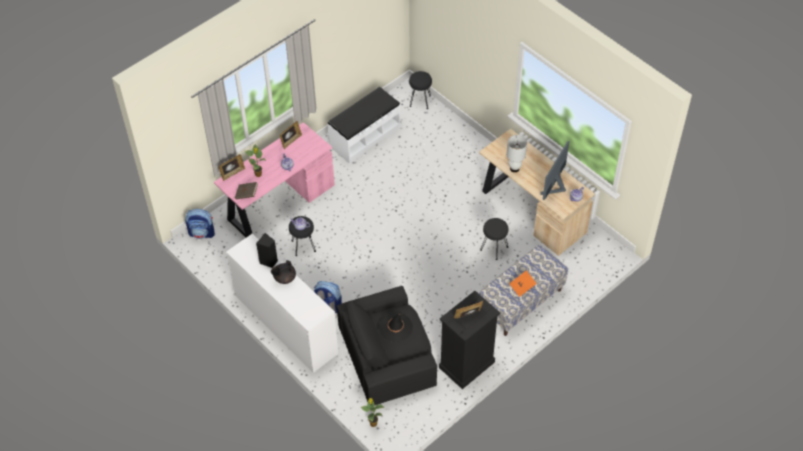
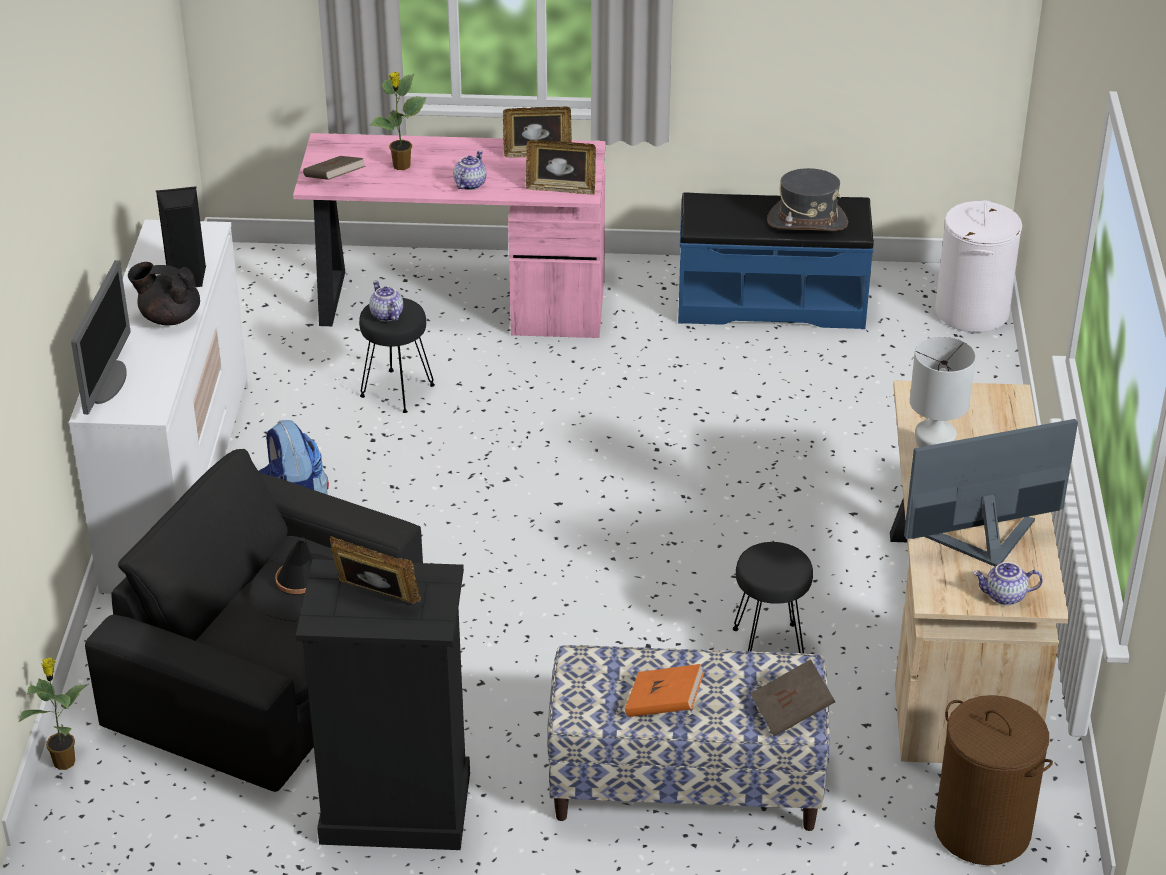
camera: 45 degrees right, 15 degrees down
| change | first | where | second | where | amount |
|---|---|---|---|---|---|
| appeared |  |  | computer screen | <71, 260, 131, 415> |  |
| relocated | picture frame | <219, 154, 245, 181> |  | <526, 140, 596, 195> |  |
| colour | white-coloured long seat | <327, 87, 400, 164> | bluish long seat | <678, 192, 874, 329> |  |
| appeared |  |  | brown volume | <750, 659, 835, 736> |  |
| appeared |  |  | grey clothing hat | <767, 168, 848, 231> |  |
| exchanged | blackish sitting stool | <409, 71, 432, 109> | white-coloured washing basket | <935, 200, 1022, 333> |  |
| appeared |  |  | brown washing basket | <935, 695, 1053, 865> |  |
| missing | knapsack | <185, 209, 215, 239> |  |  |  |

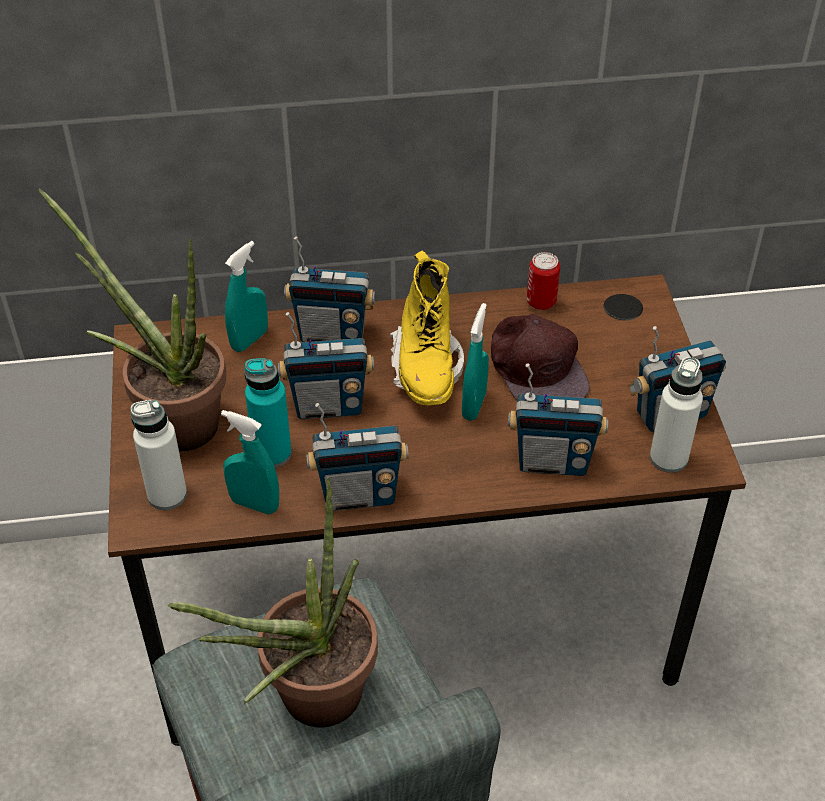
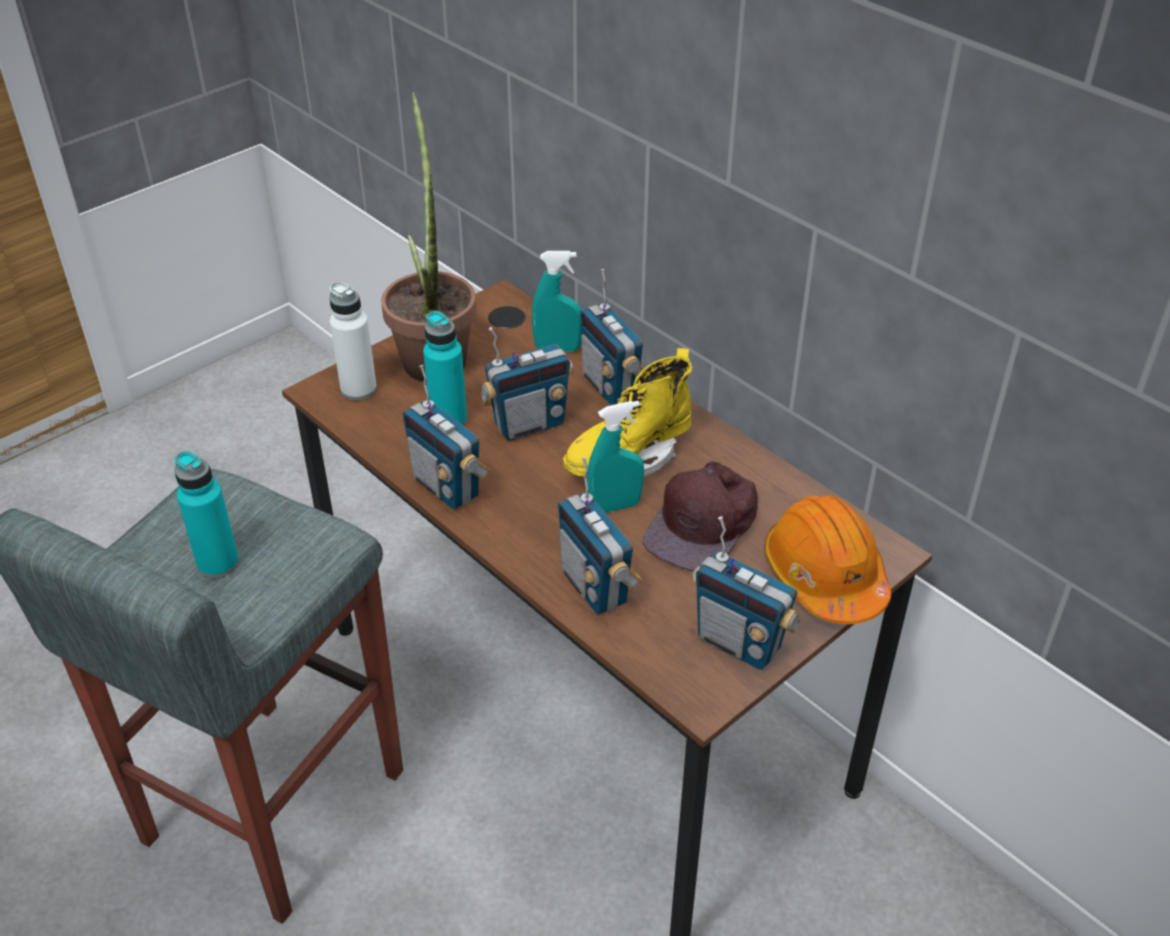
camera: 55 degrees right, 5 degrees down
| change | first | where | second | where | amount |
|---|---|---|---|---|---|
| exchanged | houseplant | <166, 477, 378, 727> | blue-green beverage bottle | <174, 451, 239, 578> |  |
| spun | radio set | <278, 312, 374, 419> |  | <480, 327, 574, 441> | 75 degrees counterclockwise |
| appeared |  |  | orange work helmet | <764, 496, 891, 624> |  |
| missing | blue-green hand sprayer | <221, 410, 279, 515> |  |  |  |
| missing | sealed can | <527, 252, 560, 310> |  |  |  |
| missing | white-coloured beverage bottle | <650, 357, 703, 473> |  |  |  |

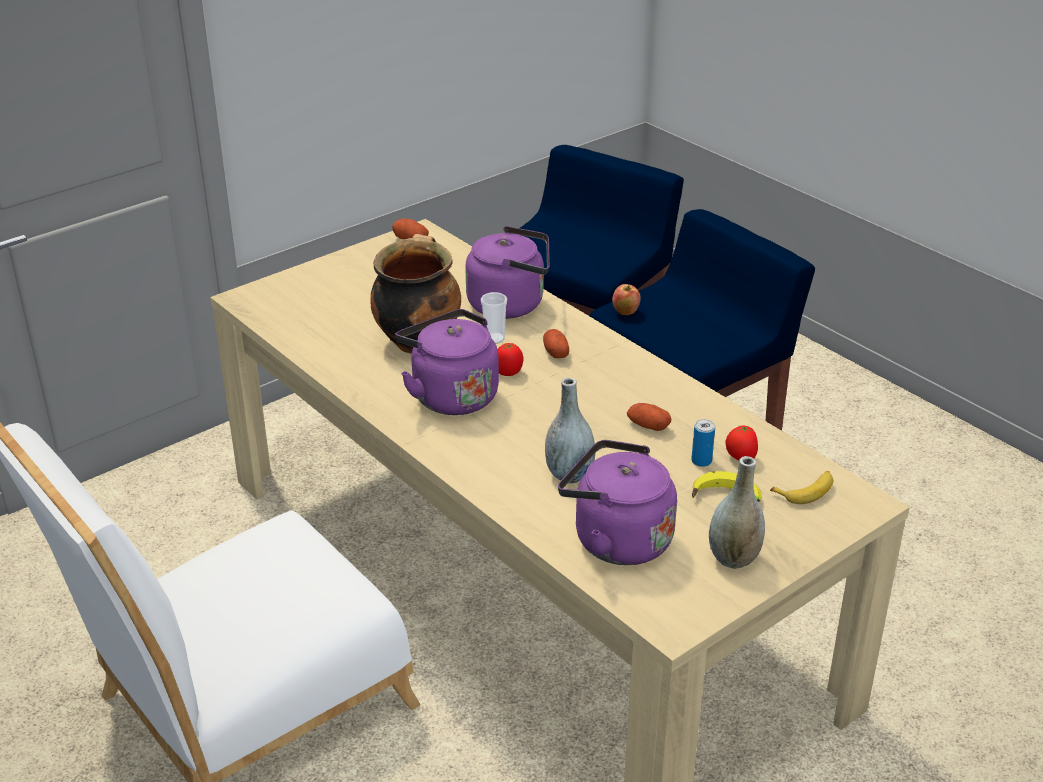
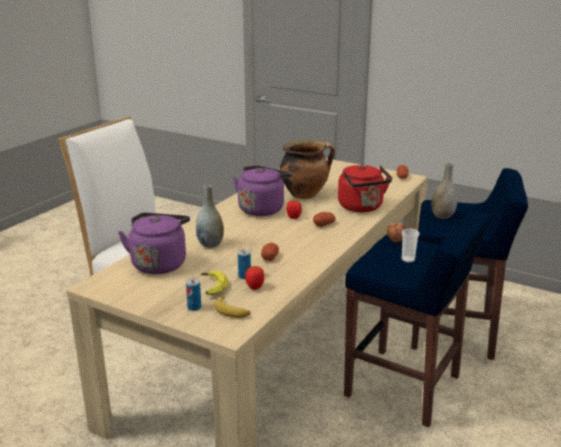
camera: 70 degrees right, 10 degrees down
| change | first | where | second | where | amount |
|---|---|---|---|---|---|
| appeared |  |  | sealed can | <186, 278, 201, 311> |  |
| colour | purplish water kettle | <465, 226, 550, 319> | red water kettle | <338, 164, 392, 212> |  |
| relocated | cup | <481, 292, 507, 344> |  | <402, 229, 420, 262> |  |
| relocated | grey vase | <709, 456, 765, 569> |  | <431, 163, 457, 219> |  |

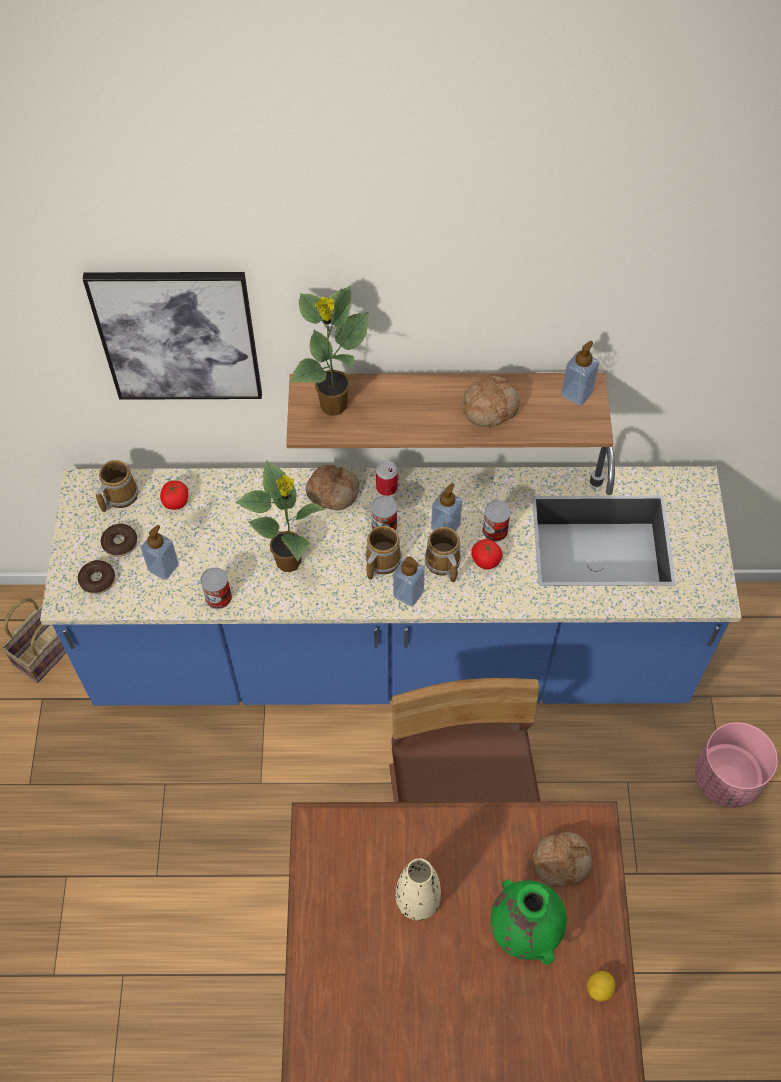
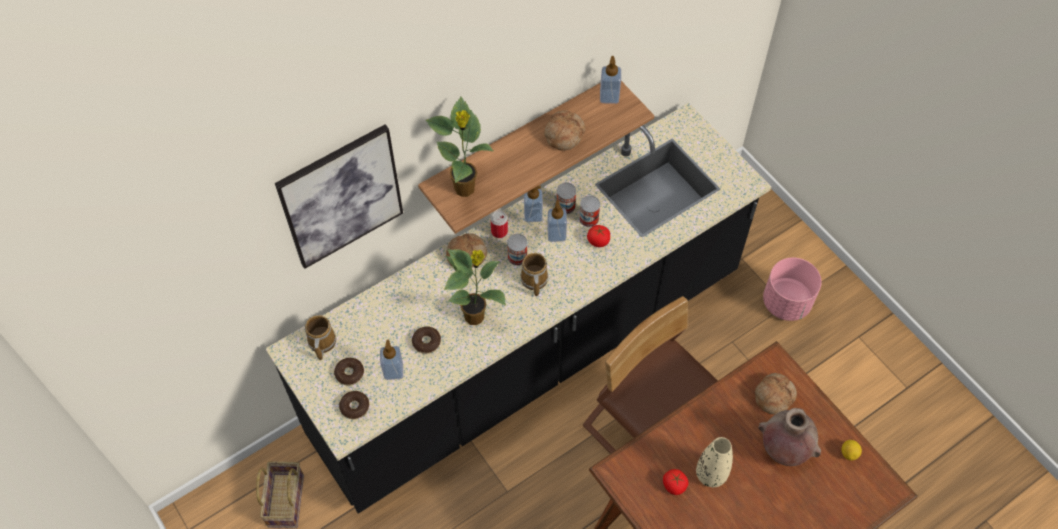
camera: 35 degrees left, 0 degrees up
| change | first | where | second | where | amount |
|---|---|---|---|---|---|
| colour | bluish counter | <40, 447, 741, 705> | blackish counter | <265, 103, 771, 514> |  |
| appeared |  |  | doughnut | <412, 327, 441, 354> |  |
| relocated | liquid soap bottle | <393, 556, 425, 606> |  | <524, 185, 543, 222> |  |
| relocated | sealed can | <200, 567, 232, 609> |  | <556, 183, 576, 214> |  |
| relocated | fresh tomato | <160, 480, 188, 510> |  | <663, 469, 689, 495> |  |
| colour | green vase | <491, 879, 567, 965> | brown vase | <758, 408, 821, 466> |  |
| missing | coffee mug | <425, 527, 461, 582> |  |  |  |

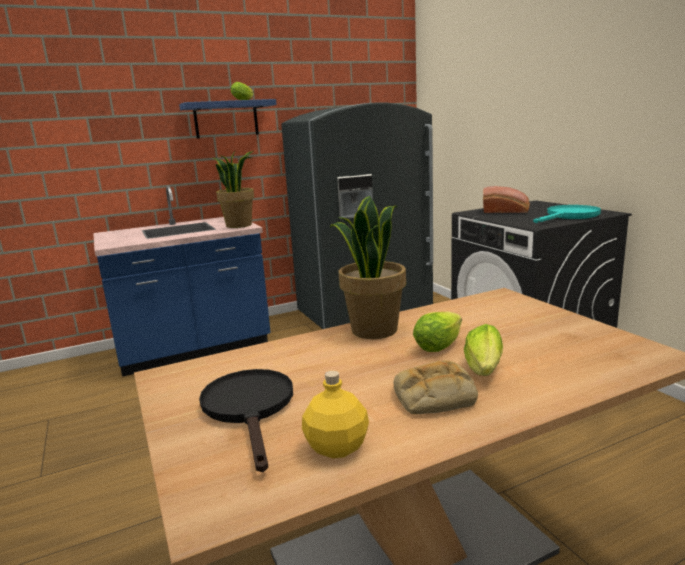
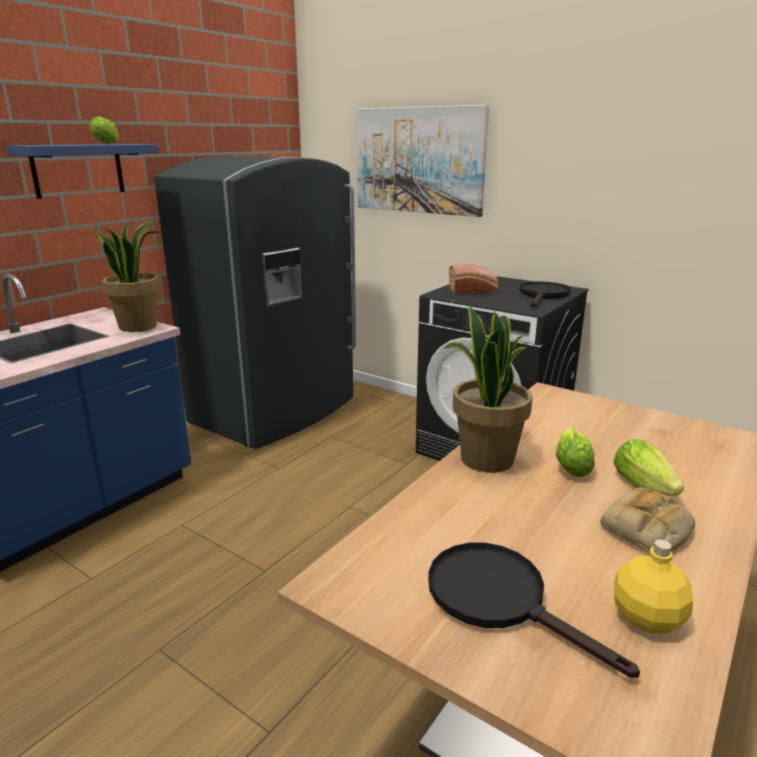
camera: 30 degrees left, 5 degrees up
| change | first | where | second | where | amount |
|---|---|---|---|---|---|
| appeared |  |  | picture | <357, 105, 489, 217> |  |
| colour | blue-green pan | <533, 205, 601, 223> | blackish pan | <519, 281, 571, 307> |  |

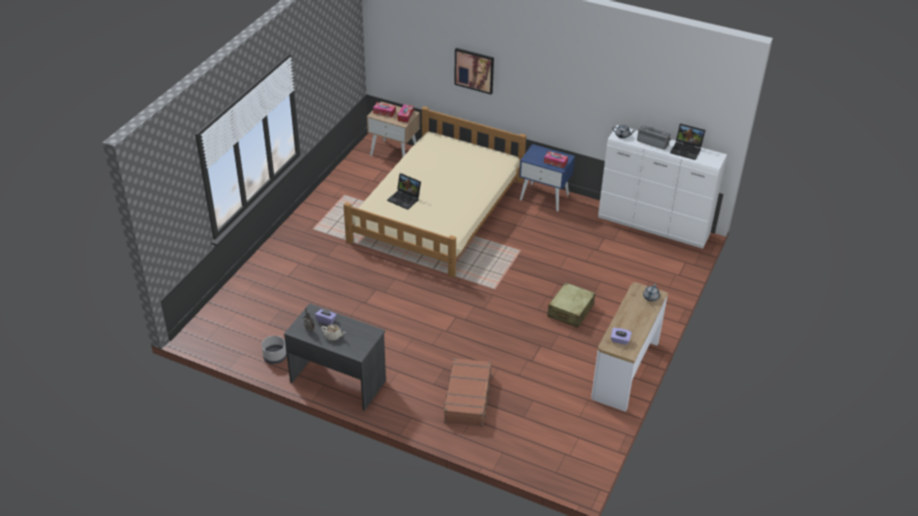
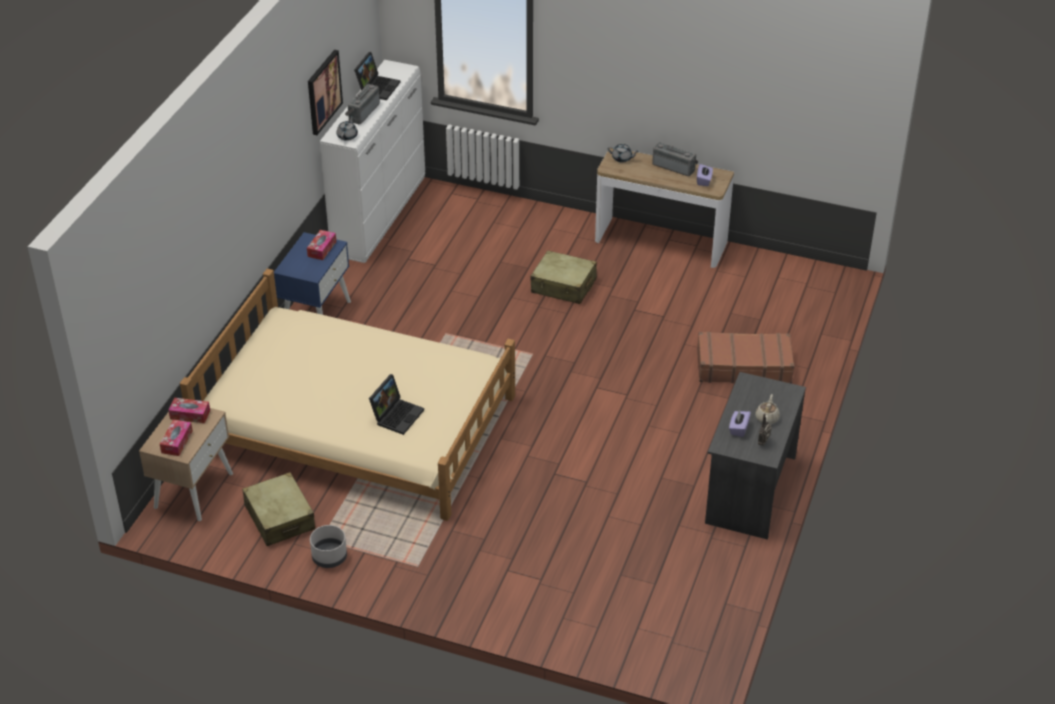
camera: 95 degrees left, 0 degrees up
| change | first | where | second | where | amount |
|---|---|---|---|---|---|
| appeared |  |  | beige suitcase | <242, 472, 315, 546> |  |
| relocated | picture | <454, 48, 494, 94> |  | <308, 50, 343, 135> |  |
| relocated | grey planter | <262, 336, 287, 364> |  | <310, 525, 347, 568> |  |
| appeared |  |  | radio set | <652, 142, 698, 176> |  |

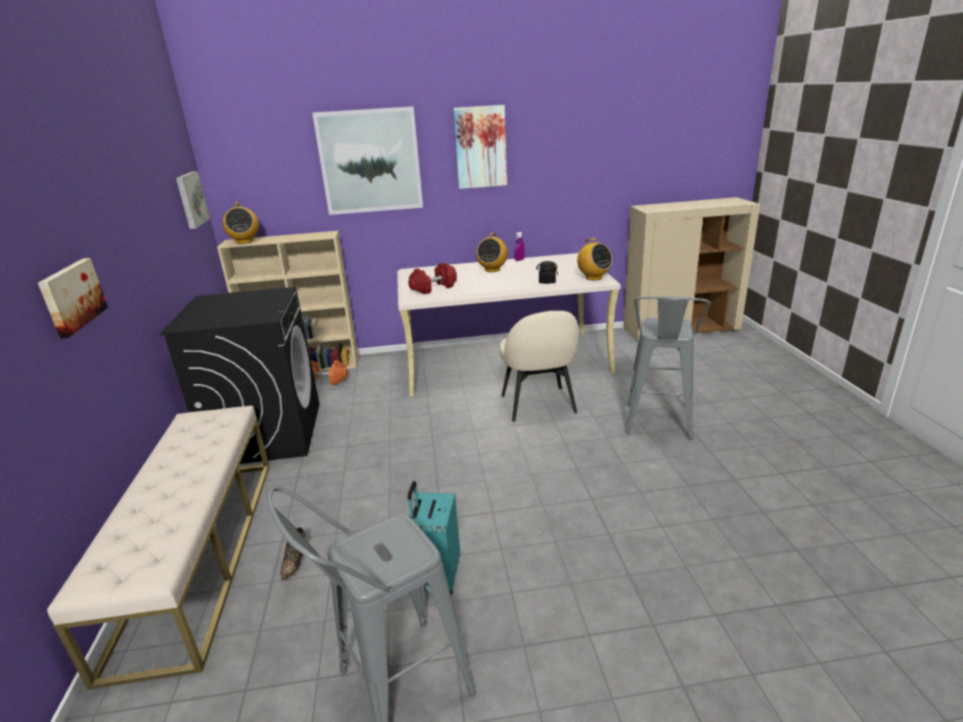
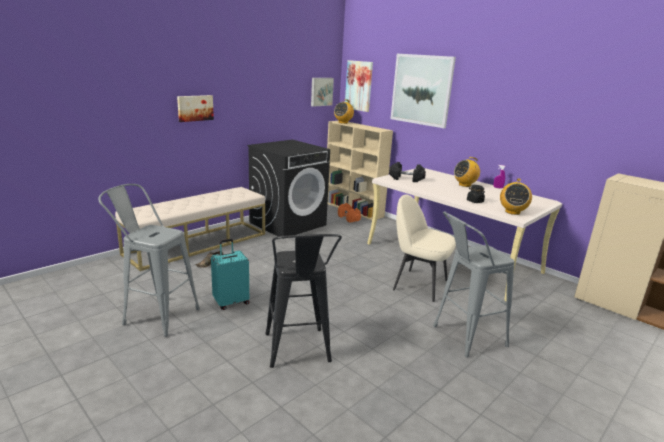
camera: 50 degrees right, 5 degrees down
| change | first | where | second | where | amount |
|---|---|---|---|---|---|
| appeared |  |  | blackish sitting stool | <265, 234, 342, 368> |  |
| relocated | picture | <453, 105, 507, 189> |  | <345, 60, 373, 112> |  |
| colour | red dumbbell | <408, 262, 457, 294> | blackish dumbbell | <389, 162, 426, 182> |  |
| spun | beige chair | <499, 311, 579, 422> |  | <393, 194, 456, 302> | 75 degrees clockwise |

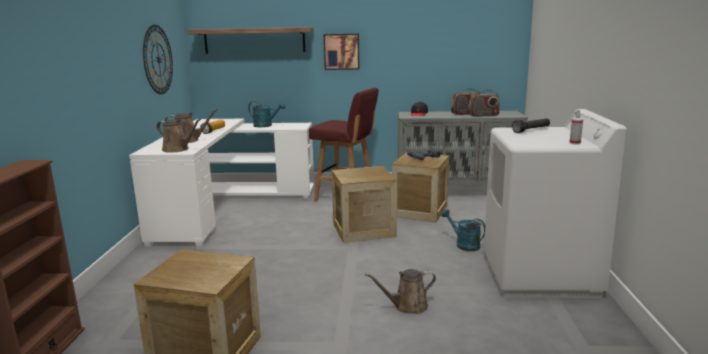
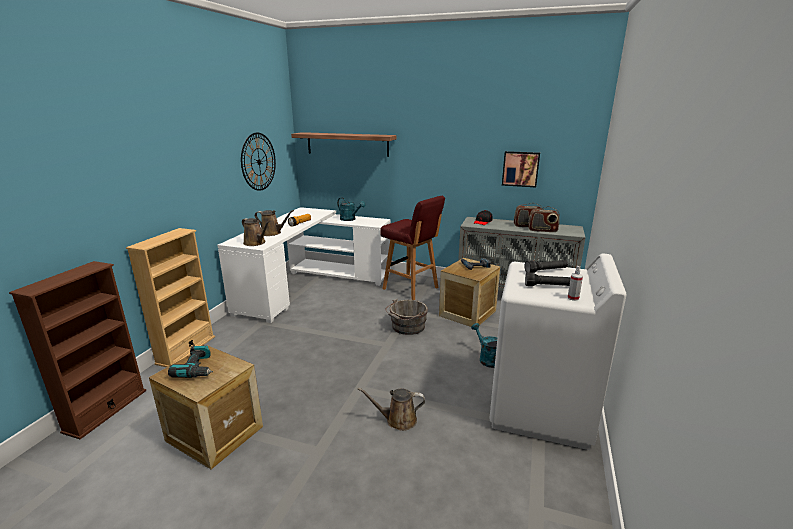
camera: 15 degrees right, 5 degrees up
| change | first | where | second | where | amount |
|---|---|---|---|---|---|
| appeared |  |  | beige bookcase | <126, 228, 215, 367> |  |
| appeared |  |  | electric drill | <168, 346, 213, 378> |  |
| exchanged | shipping crate | <332, 166, 397, 243> | grey pail | <385, 299, 428, 335> |  |
| relocated | picture | <324, 33, 360, 70> |  | <502, 151, 540, 187> |  |
| appeared |  |  | blackish torch | <525, 272, 571, 286> |  |

